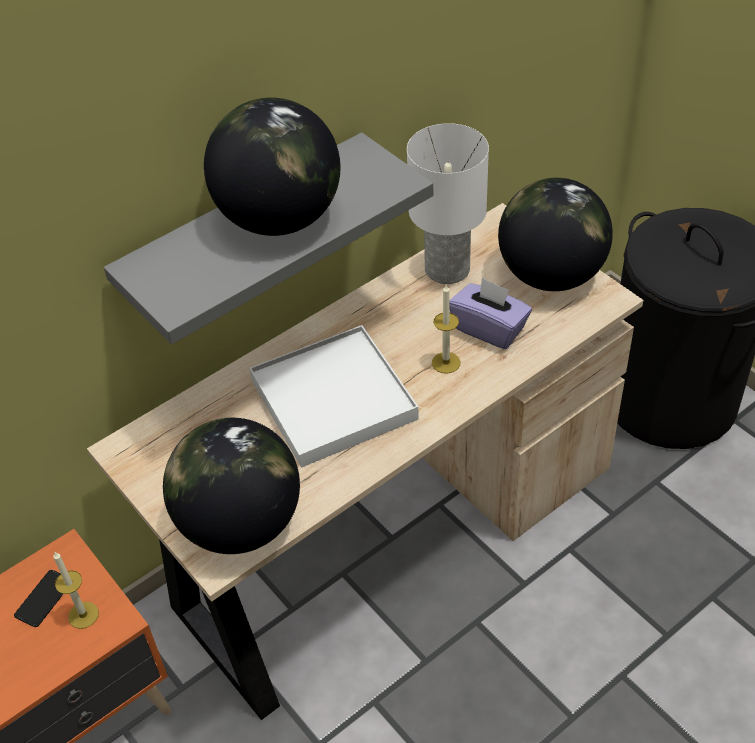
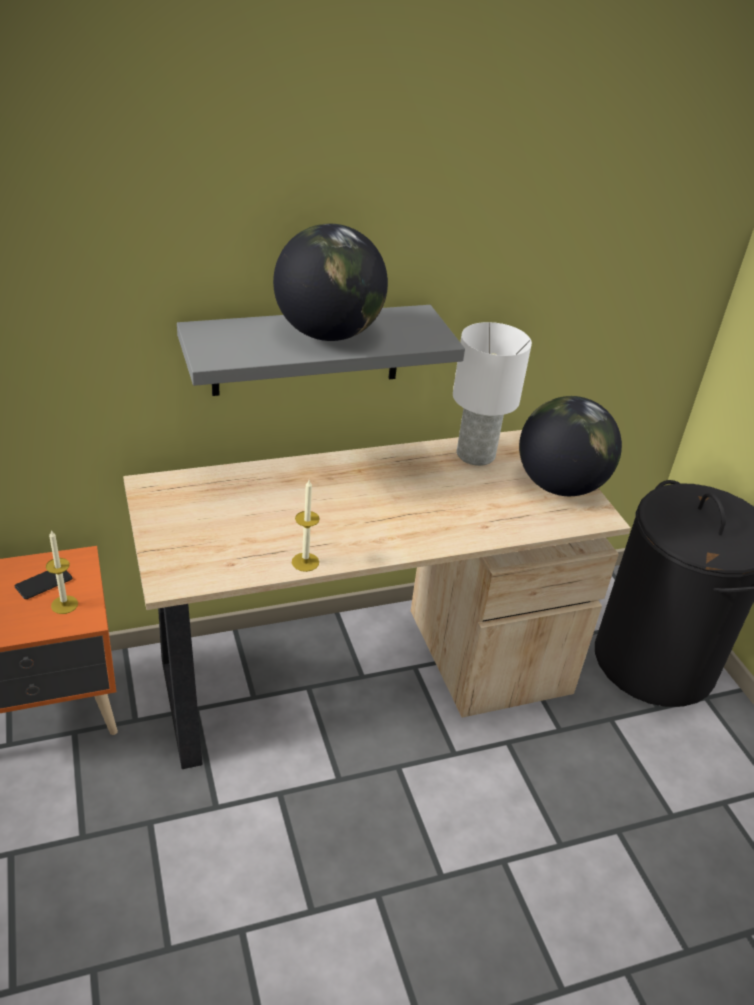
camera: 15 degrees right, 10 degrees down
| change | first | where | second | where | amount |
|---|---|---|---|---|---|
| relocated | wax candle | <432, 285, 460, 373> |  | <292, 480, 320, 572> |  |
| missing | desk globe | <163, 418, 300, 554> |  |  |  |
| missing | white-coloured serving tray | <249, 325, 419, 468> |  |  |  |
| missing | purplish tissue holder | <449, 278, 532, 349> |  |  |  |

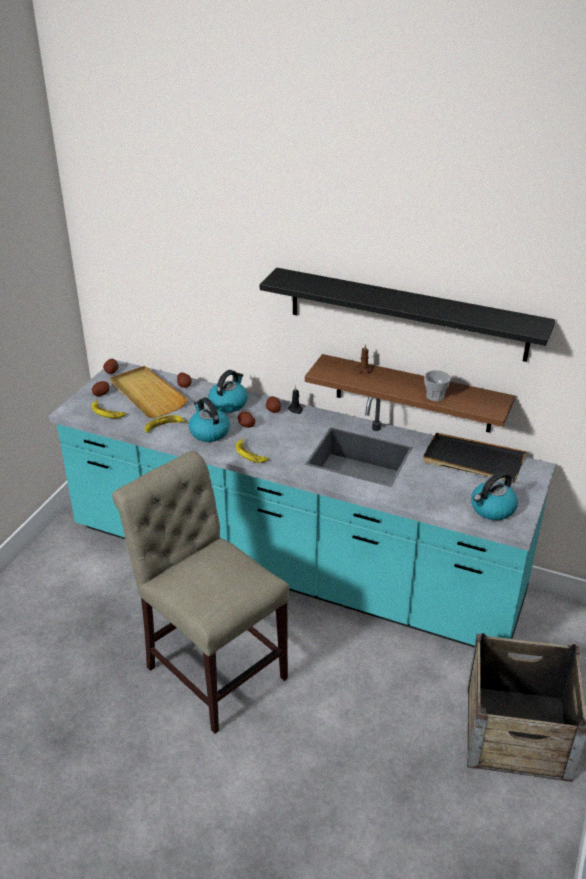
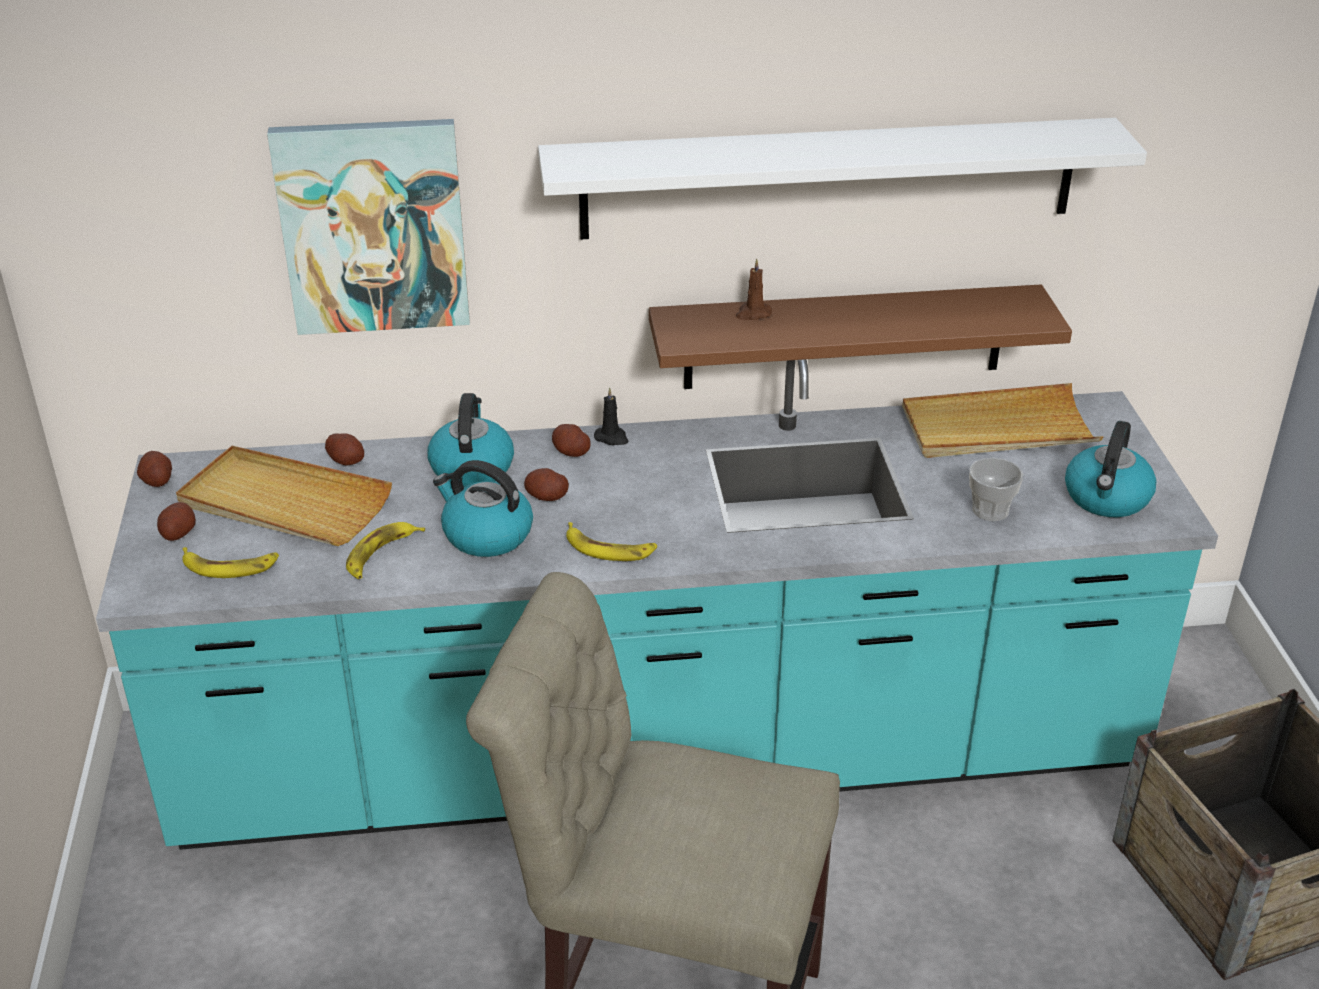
camera: 30 degrees left, 0 degrees up
| change | first | where | second | where | amount |
|---|---|---|---|---|---|
| appeared |  |  | picture | <267, 119, 470, 335> |  |
| colour | blackish wall shelf | <260, 268, 555, 362> | white-coloured wall shelf | <538, 118, 1147, 239> |  |
| colour | blackish serving tray | <423, 433, 526, 482> | beige serving tray | <902, 383, 1103, 458> |  |
| relocated | cup | <424, 370, 451, 401> |  | <969, 458, 1023, 521> |  |

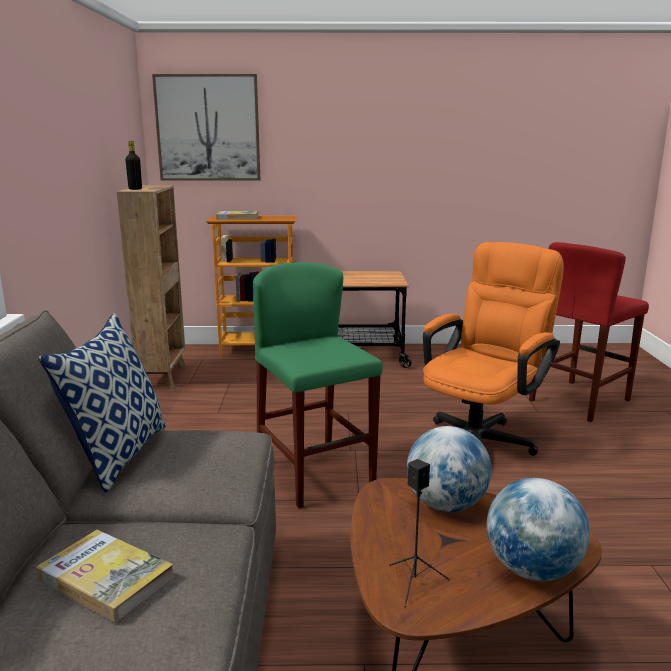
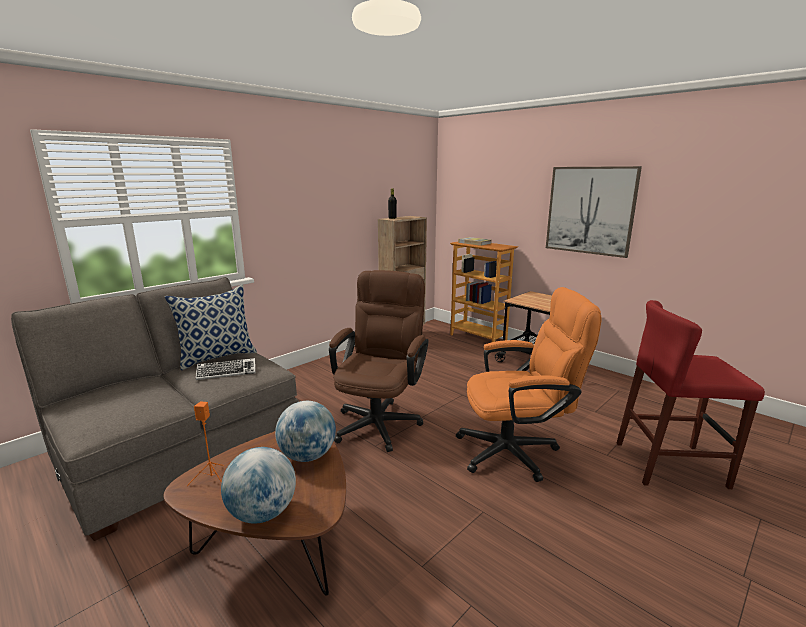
camera: 45 degrees right, 0 degrees up
| change | first | where | second | where | amount |
|---|---|---|---|---|---|
| colour | blackish audio speaker | <389, 459, 450, 607> | orange audio speaker | <187, 402, 224, 486> |  |
| appeared |  |  | computer keyboard | <196, 358, 256, 380> |  |
| exchanged | green sitting stool | <253, 262, 383, 508> | brown desk chair | <329, 270, 429, 452> |  |
| relocated | picture | <152, 74, 260, 181> |  | <546, 166, 642, 258> |  |
| missing | volume | <36, 530, 174, 623> |  |  |  |

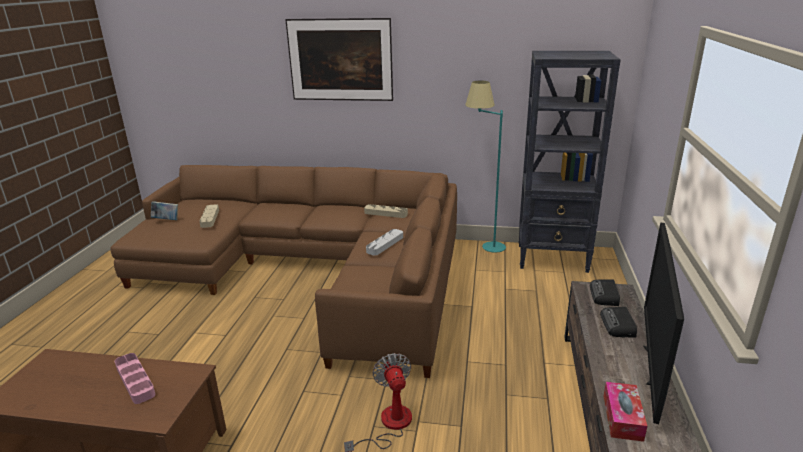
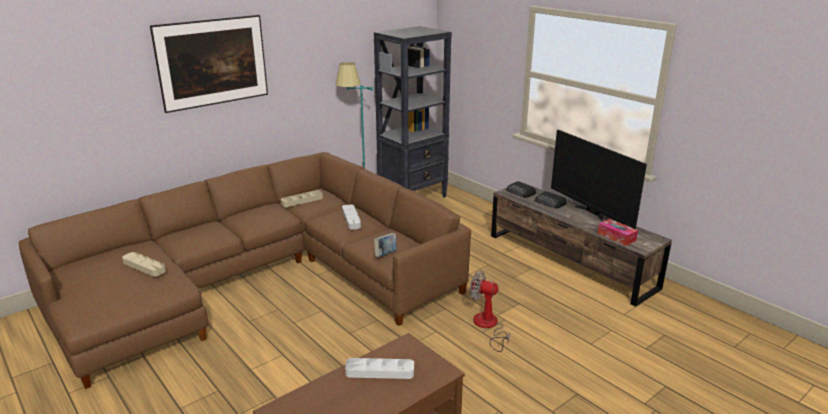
camera: 50 degrees left, 0 degrees up
| change | first | where | second | where | amount |
|---|---|---|---|---|---|
| colour | pinkish serving tray | <115, 353, 155, 404> | white-coloured serving tray | <345, 358, 414, 379> |  |
| relocated | volume | <151, 201, 178, 220> |  | <374, 233, 397, 257> |  |

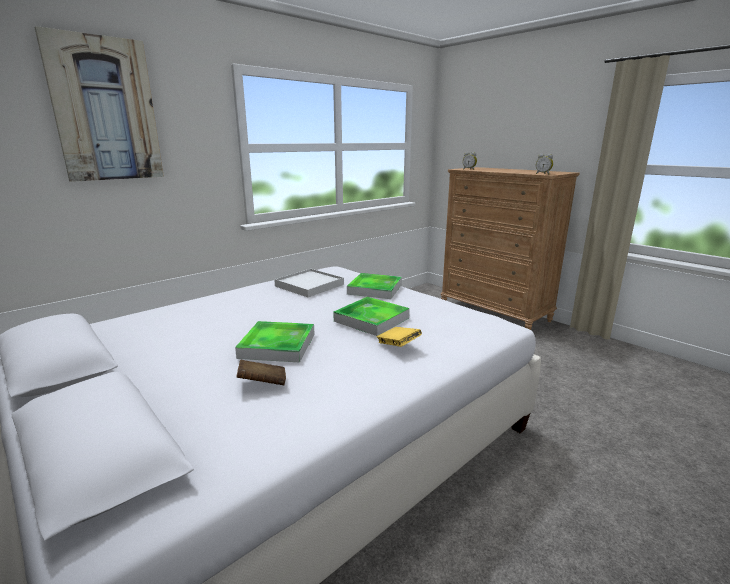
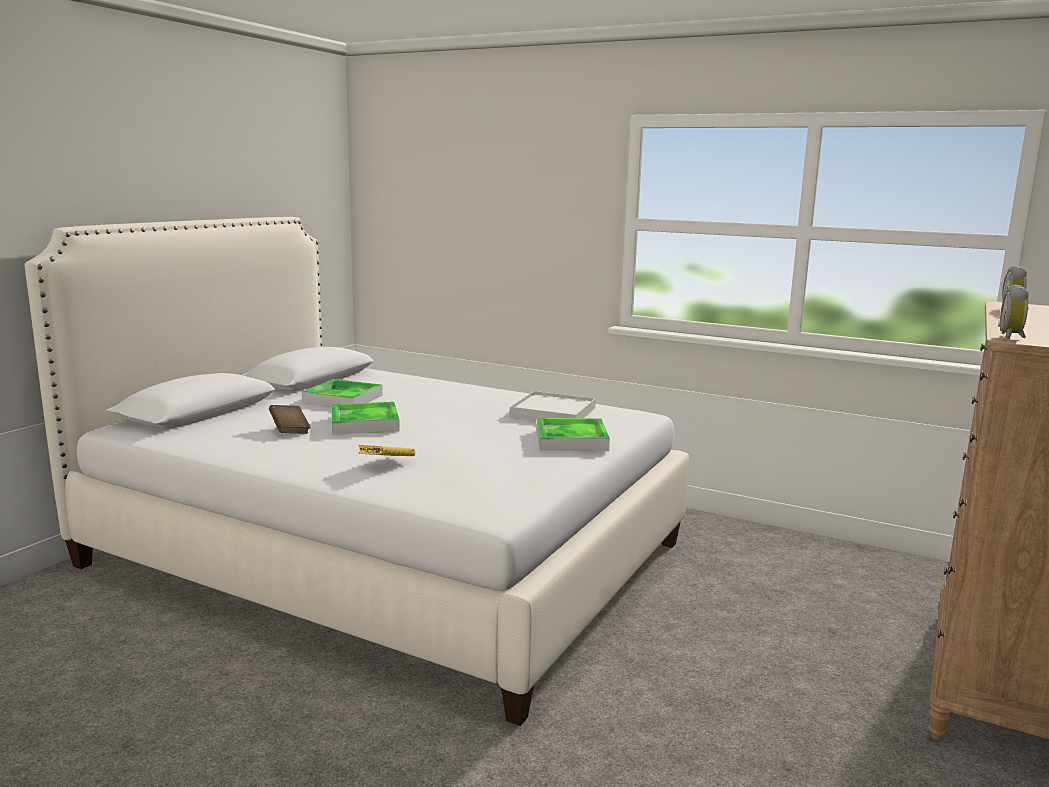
camera: 70 degrees right, 5 degrees down
| change | first | where | second | where | amount |
|---|---|---|---|---|---|
| relocated | serving tray | <333, 297, 410, 336> |  | <302, 379, 383, 407> |  |
| missing | picture | <34, 26, 164, 182> |  |  |  |

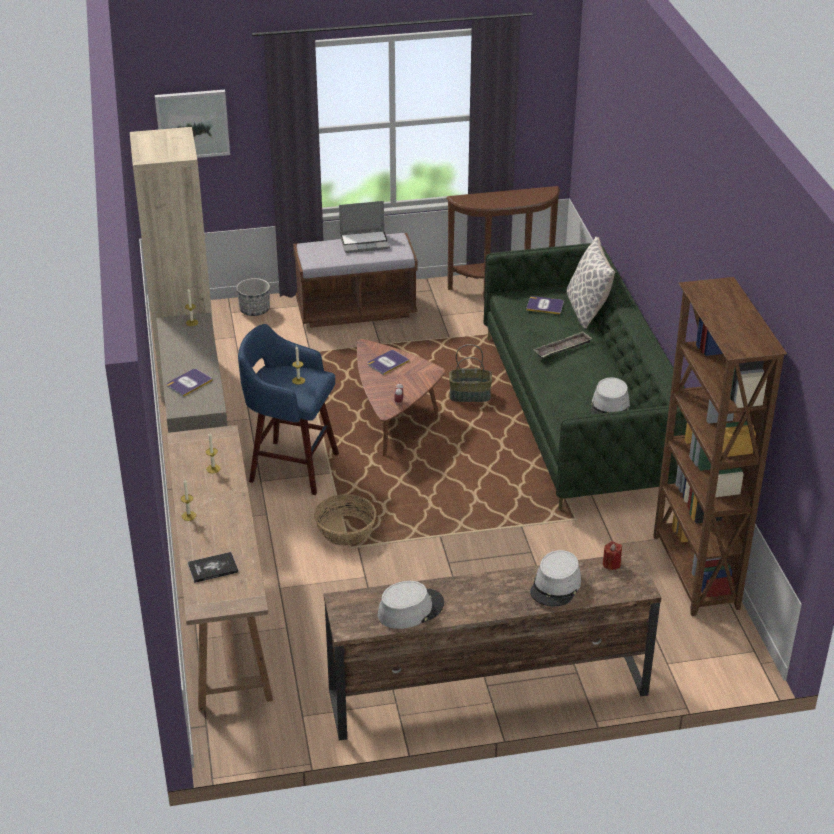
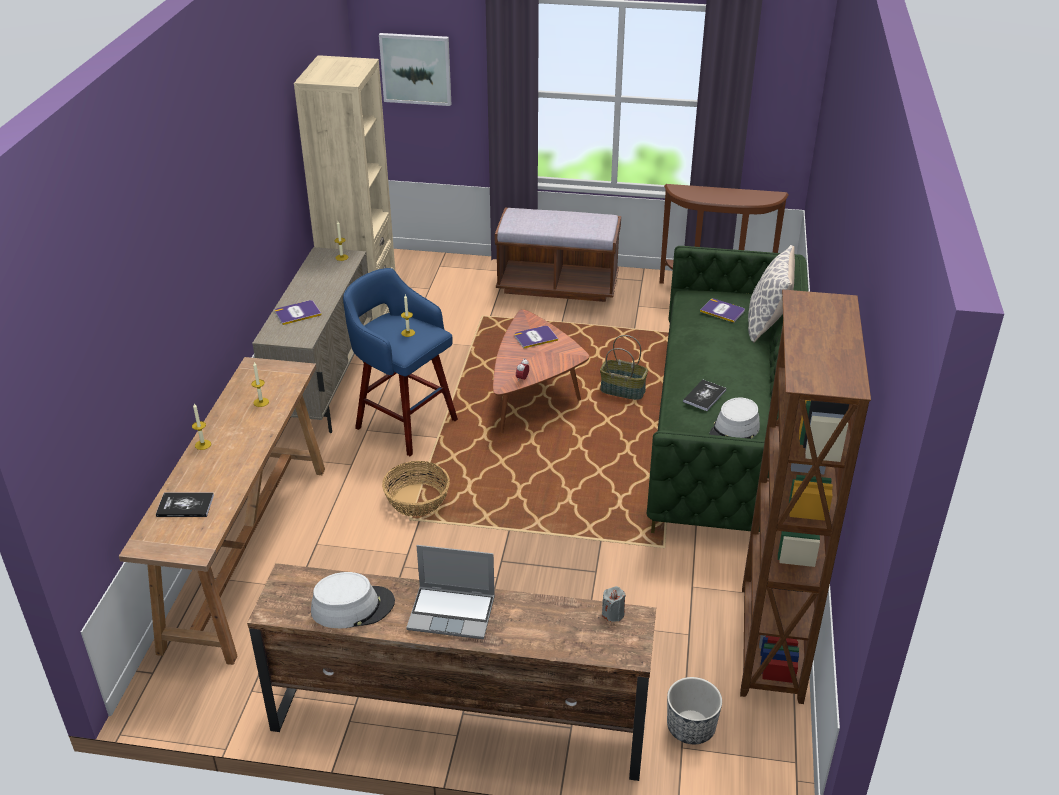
camera: 20 degrees right, 0 degrees up
| change | first | where | second | where | amount |
|---|---|---|---|---|---|
| relocated | laptop | <339, 201, 390, 253> |  | <406, 545, 495, 639> |  |
| colour | red wax candle | <603, 541, 622, 570> | grey wax candle | <602, 586, 626, 622> |  |
| relocated | planter | <236, 278, 270, 316> |  | <667, 677, 722, 744> |  |
| appeared |  |  | volume | <683, 380, 726, 411> |  |
| missing | grey clothing hat | <530, 550, 581, 606> |  |  |  |
| missing | serving tray | <533, 331, 592, 358> |  |  |  |

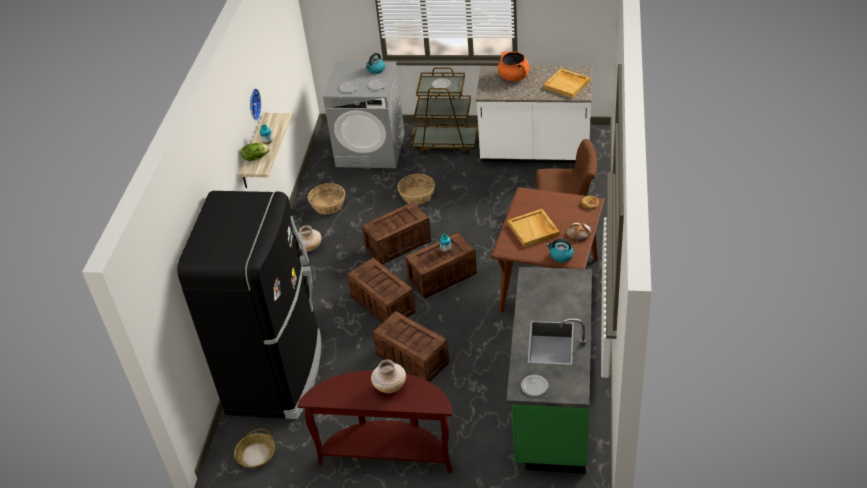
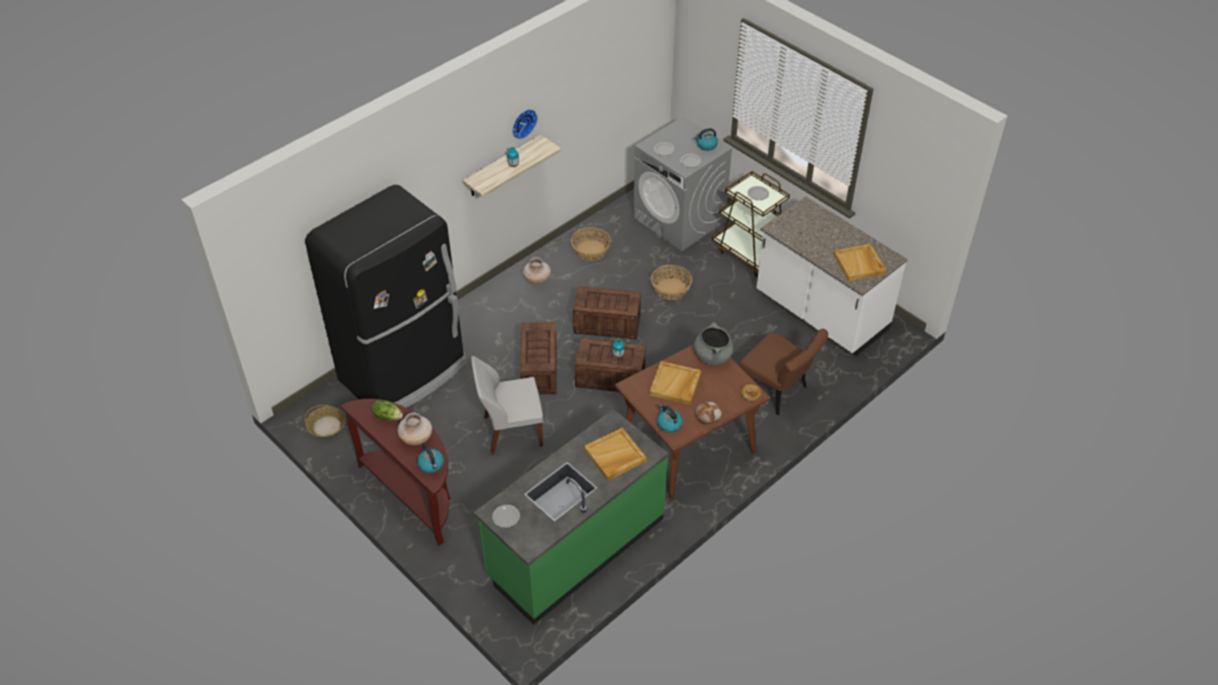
camera: 35 degrees right, 5 degrees up
| change | first | where | second | where | amount |
|---|---|---|---|---|---|
| relocated | lettuce head | <241, 143, 270, 161> |  | <372, 400, 403, 421> |  |
| appeared |  |  | water kettle | <417, 445, 444, 473> |  |
| exchanged | shipping crate | <373, 311, 449, 382> | white-coloured chair | <471, 356, 543, 455> |  |
| appeared |  |  | beige serving tray | <584, 428, 647, 481> |  |
| appeared |  |  | grey stockpot | <694, 322, 734, 365> |  |
| missing | orange stockpot | <498, 52, 530, 81> |  |  |  |

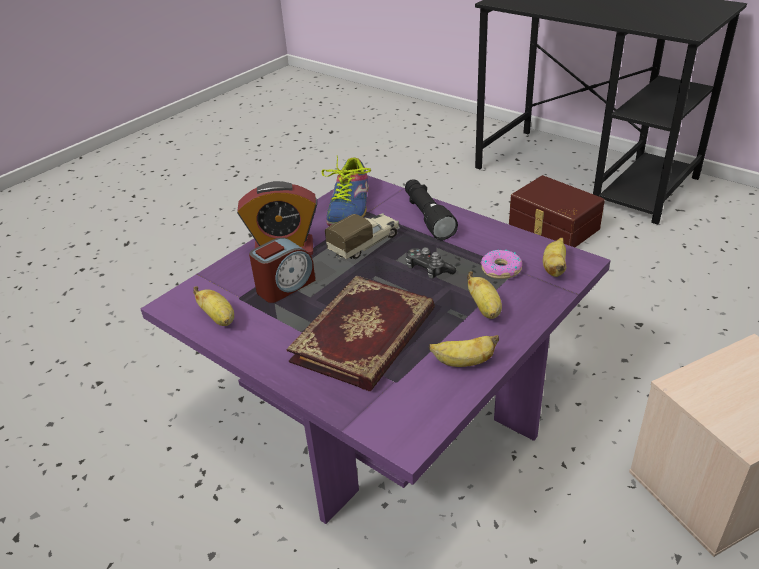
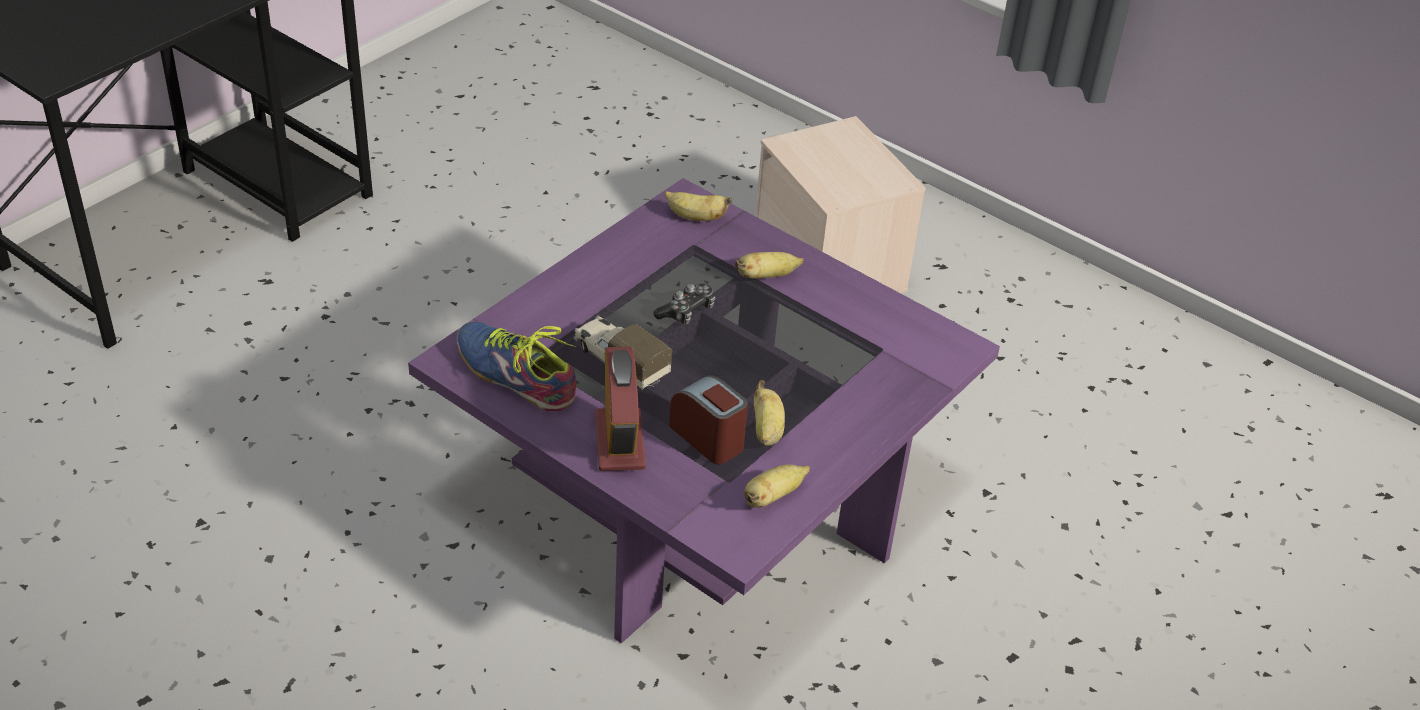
camera: 95 degrees left, 5 degrees up
| change | first | where | second | where | amount |
|---|---|---|---|---|---|
| spun | shoe | <322, 156, 371, 226> |  | <456, 322, 576, 411> | 150 degrees counterclockwise |
| relocated | banana | <429, 335, 499, 367> |  | <754, 380, 785, 446> |  |
| missing | volume | <287, 275, 435, 391> |  |  |  |
| missing | blackish torch | <405, 179, 458, 240> |  |  |  |
| missing | doughnut | <481, 250, 522, 279> |  |  |  |
| missing | brown storage box | <509, 175, 605, 247> |  |  |  |

